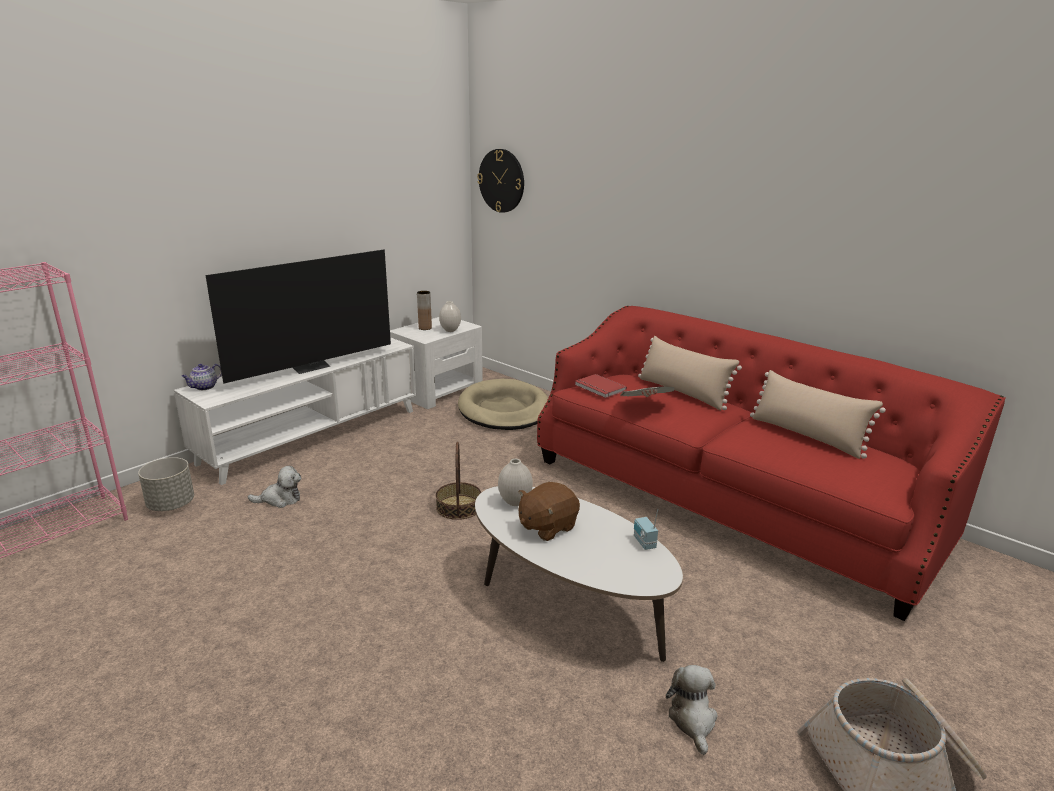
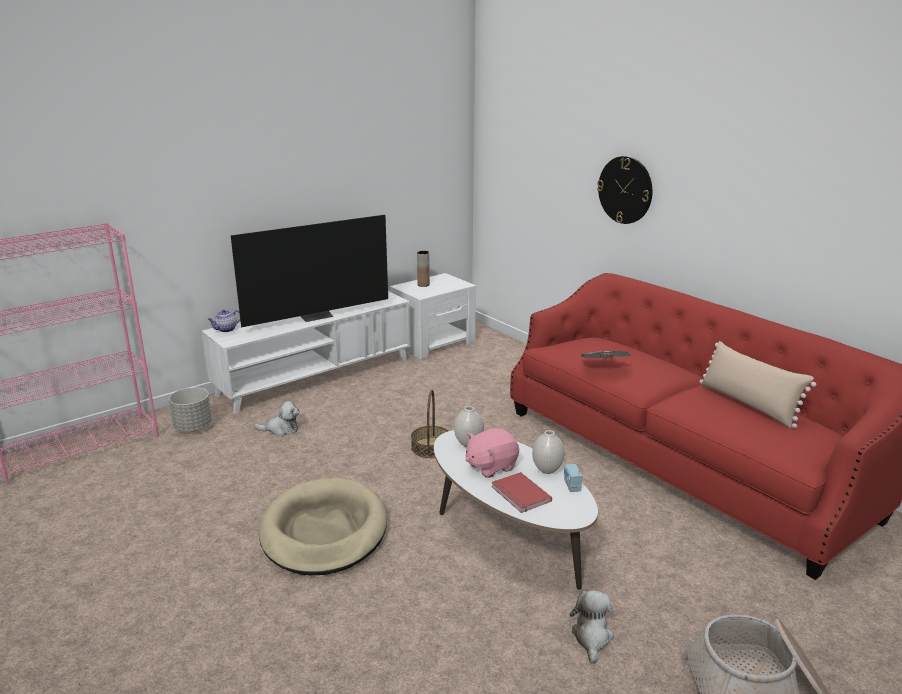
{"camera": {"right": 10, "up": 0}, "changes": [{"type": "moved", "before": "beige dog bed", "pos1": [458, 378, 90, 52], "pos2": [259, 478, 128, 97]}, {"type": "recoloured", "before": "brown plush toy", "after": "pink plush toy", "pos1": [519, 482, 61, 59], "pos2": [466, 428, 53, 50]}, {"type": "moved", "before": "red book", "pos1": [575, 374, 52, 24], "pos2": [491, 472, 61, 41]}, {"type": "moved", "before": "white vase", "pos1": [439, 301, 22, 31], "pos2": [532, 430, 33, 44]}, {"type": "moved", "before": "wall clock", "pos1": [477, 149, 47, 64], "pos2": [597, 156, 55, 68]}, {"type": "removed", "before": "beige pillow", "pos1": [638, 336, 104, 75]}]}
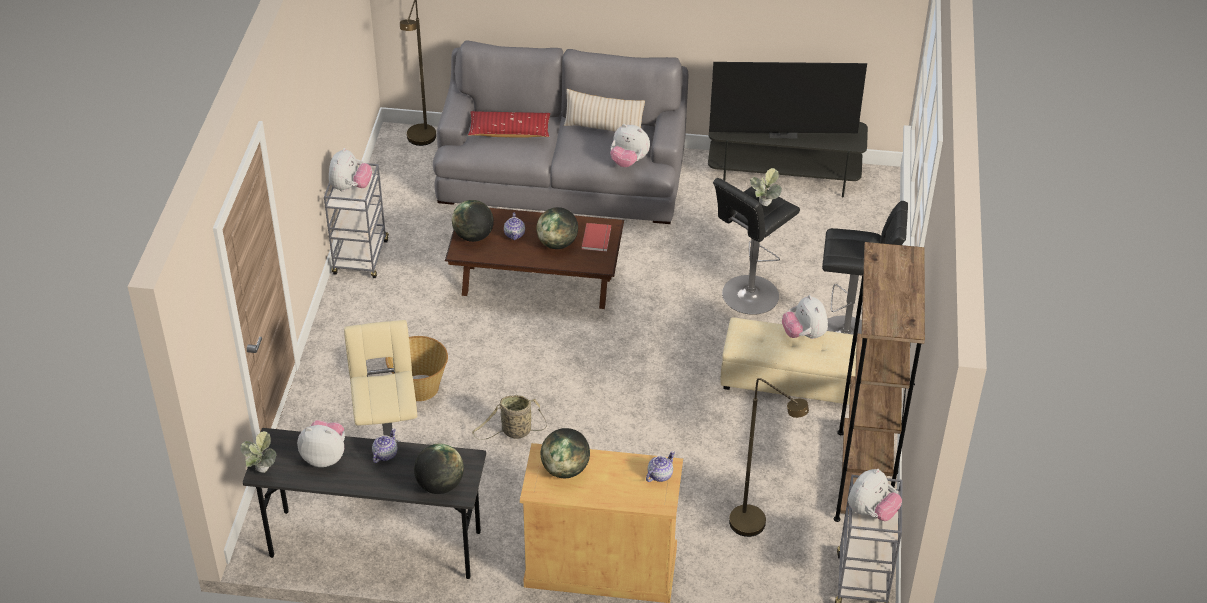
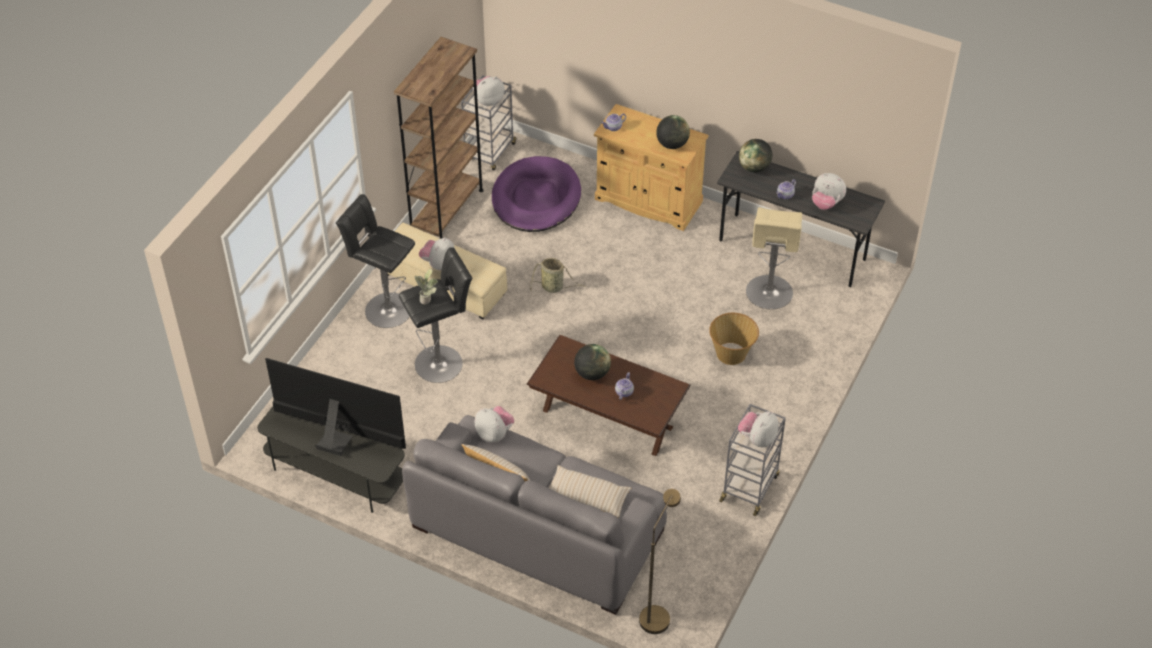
{"camera": {"right": -160, "up": 5}, "changes": [{"type": "turned", "before": "plush toy", "pos1": [782, 295, 46, 44], "pos2": [419, 237, 36, 33], "turn": -150}, {"type": "replaced", "before": "brown floor lamp", "after": "purple dog bed", "pos1": [729, 378, 80, 159], "pos2": [492, 156, 89, 76]}, {"type": "moved", "before": "basket", "pos1": [472, 395, 75, 45], "pos2": [529, 258, 57, 35]}, {"type": "recoloured", "before": "red pillow", "after": "beige pillow", "pos1": [468, 111, 82, 27], "pos2": [549, 465, 82, 53]}, {"type": "removed", "before": "potted plant", "pos1": [240, 431, 36, 42]}, {"type": "removed", "before": "globe", "pos1": [452, 200, 42, 42]}, {"type": "removed", "before": "red book", "pos1": [582, 223, 29, 29]}]}
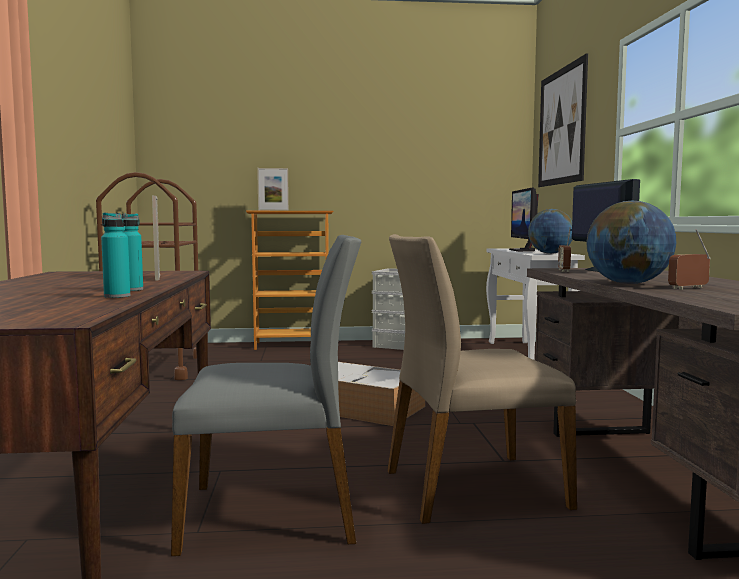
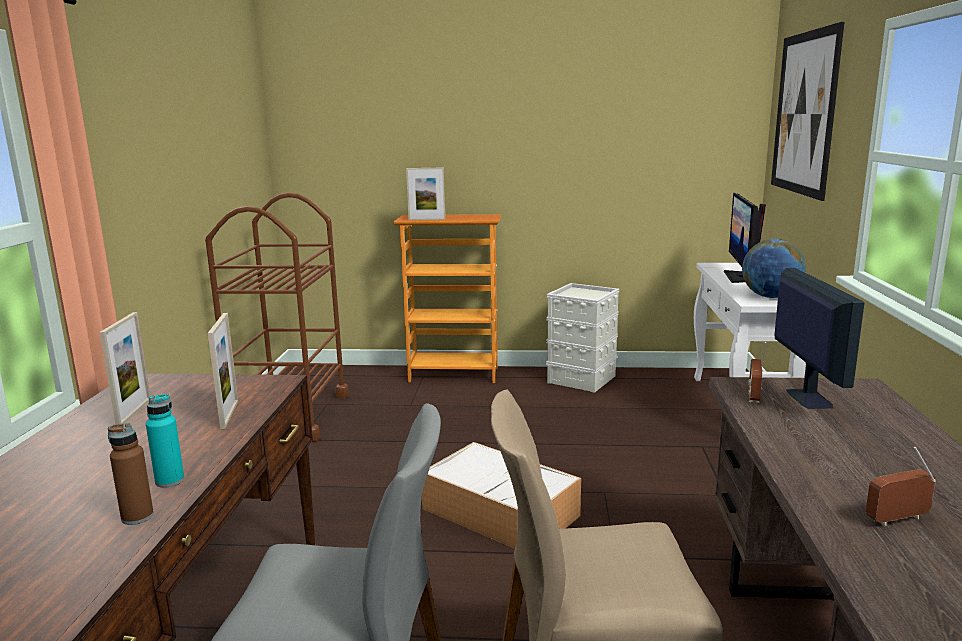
{"camera": {"right": 10, "up": 10}, "changes": [{"type": "added", "after": "picture frame", "pos2": [99, 312, 51, 112]}, {"type": "recoloured", "before": "turquoise bottle", "after": "brown bottle", "pos1": [101, 212, 29, 86], "pos2": [108, 423, 46, 102]}, {"type": "removed", "before": "globe", "pos1": [586, 201, 90, 83]}]}
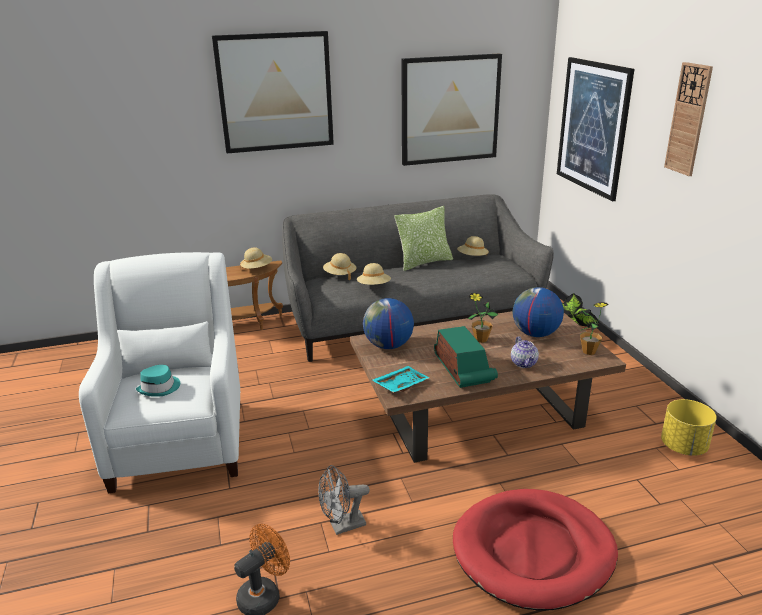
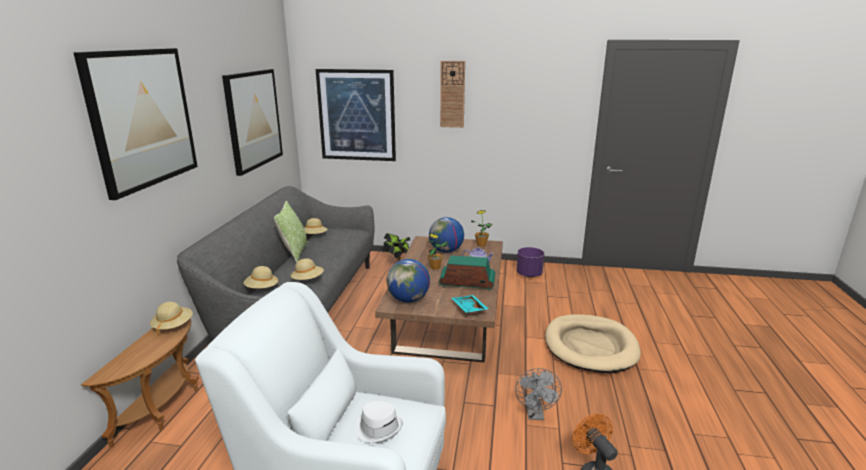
{"camera": {"right": -65, "up": -5}, "changes": [{"type": "recoloured", "before": "turquoise hat", "after": "white hat", "pos1": [136, 365, 44, 32], "pos2": [355, 401, 48, 42]}, {"type": "recoloured", "before": "yellow planter", "after": "purple planter", "pos1": [661, 399, 56, 57], "pos2": [517, 247, 27, 30]}, {"type": "recoloured", "before": "red dog bed", "after": "beige dog bed", "pos1": [453, 489, 165, 122], "pos2": [545, 314, 96, 60]}]}
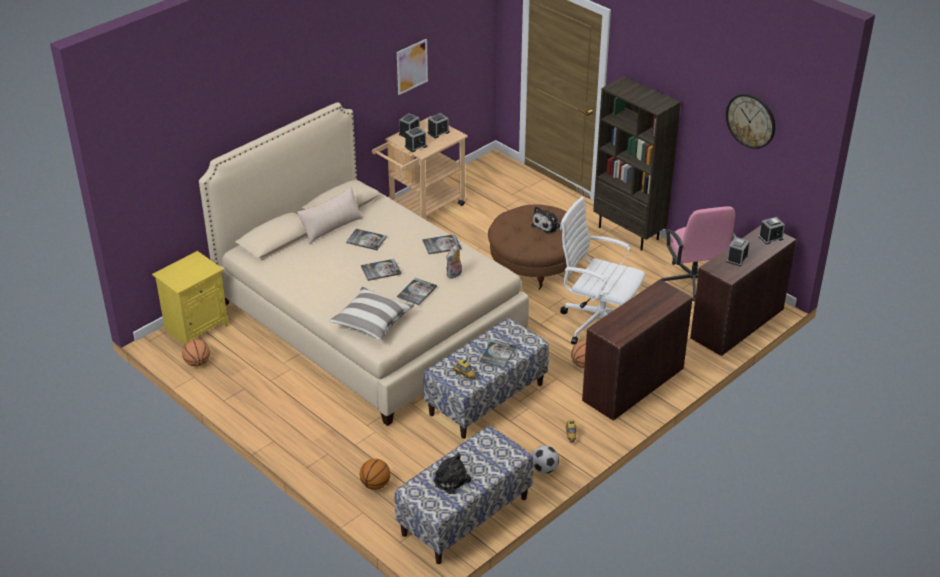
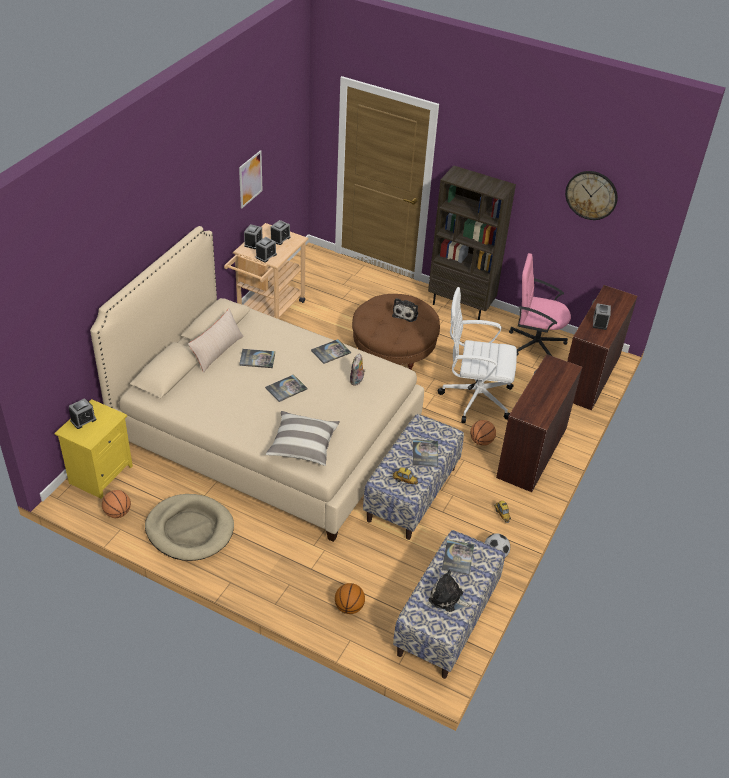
{"camera": {"right": -20, "up": 5}, "changes": [{"type": "moved", "before": "alarm clock", "pos1": [759, 217, 26, 27], "pos2": [69, 398, 28, 31]}, {"type": "added", "after": "beige dog bed", "pos2": [145, 494, 89, 67]}, {"type": "moved", "before": "book", "pos1": [397, 278, 40, 27], "pos2": [442, 539, 32, 36]}, {"type": "turned", "before": "pink office chair", "pos1": [661, 206, 76, 96], "pos2": [509, 253, 62, 103], "turn": 135}]}
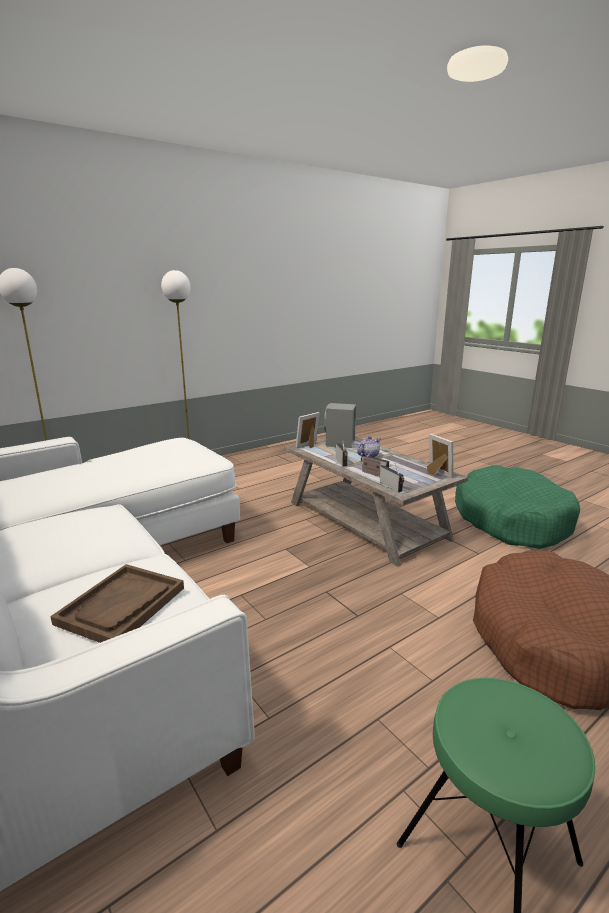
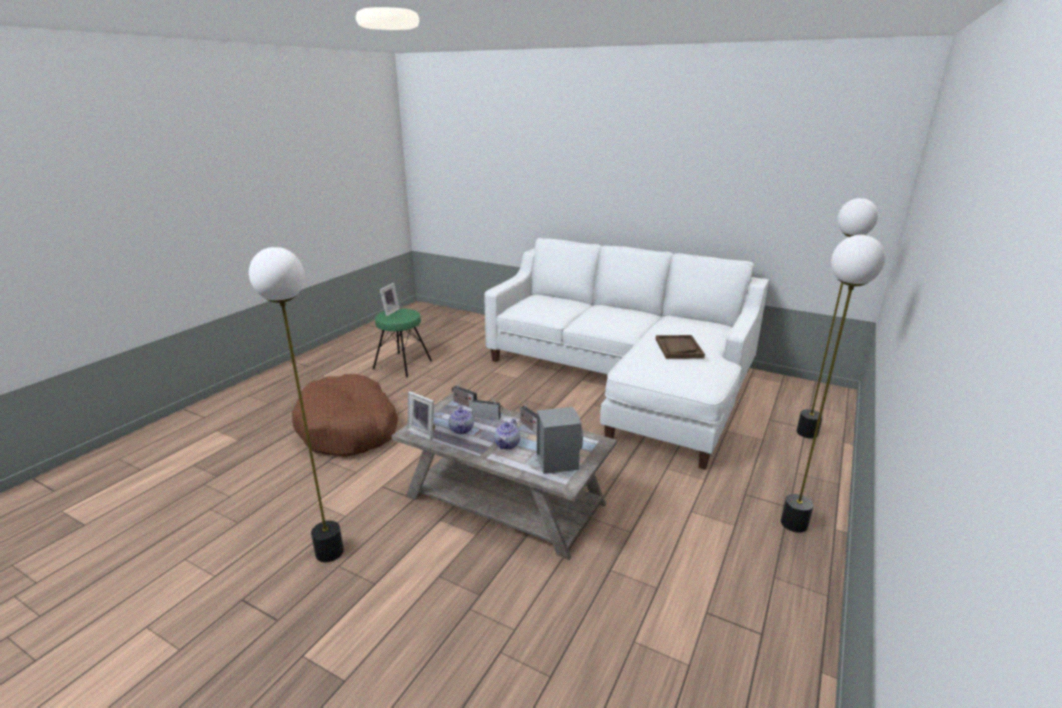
{"camera": {"right": 155, "up": 5}, "changes": [{"type": "replaced", "before": "green dog bed", "after": "floor lamp", "pos1": [455, 465, 125, 84], "pos2": [249, 247, 95, 315]}, {"type": "moved", "before": "picture frame", "pos1": [296, 412, 24, 36], "pos2": [380, 283, 20, 33]}, {"type": "added", "after": "teapot", "pos2": [449, 405, 25, 29]}, {"type": "moved", "before": "brown tray", "pos1": [50, 564, 134, 79], "pos2": [656, 335, 49, 24]}]}
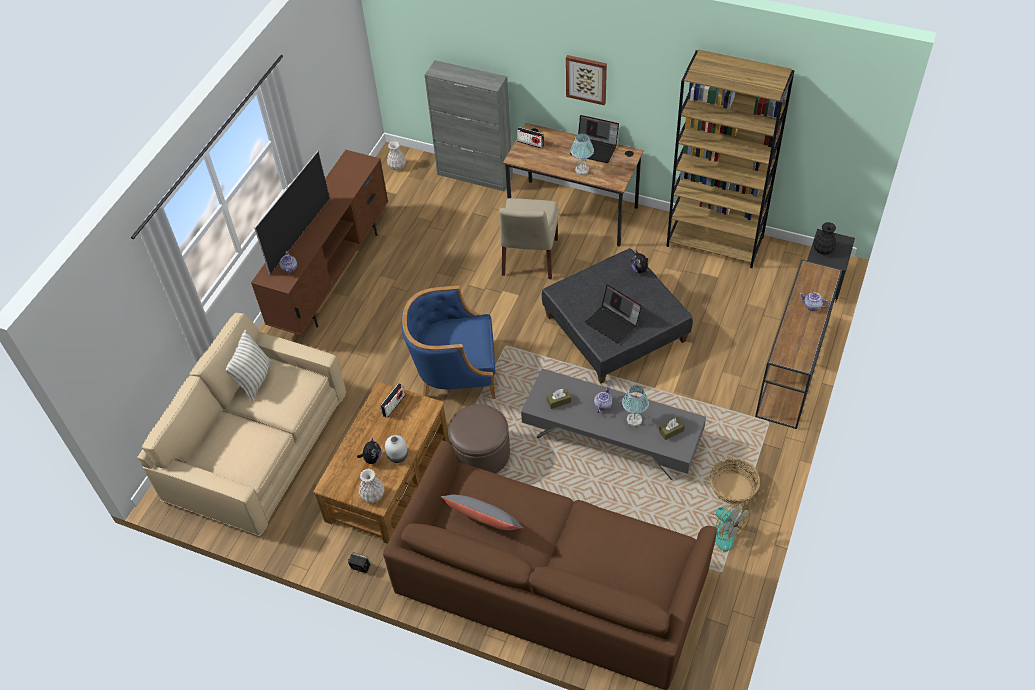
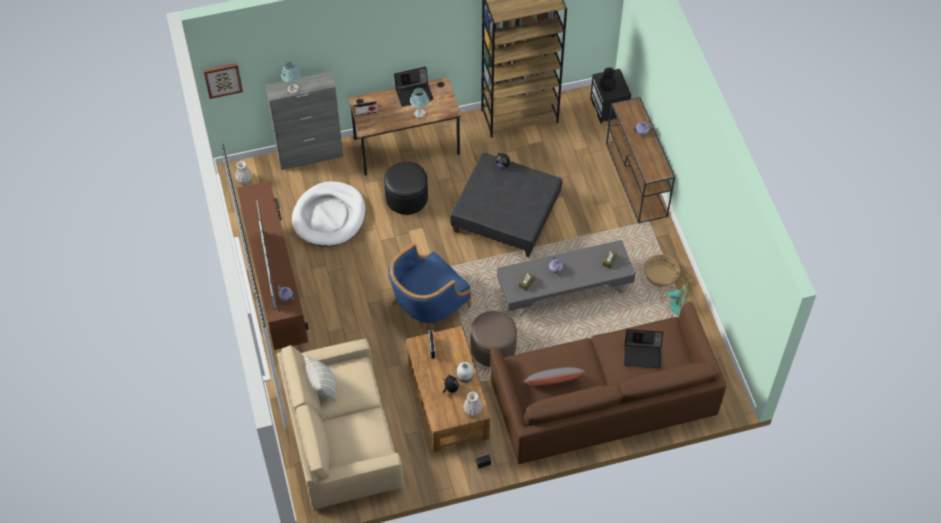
{"camera": {"right": -40, "up": 5}, "changes": [{"type": "moved", "before": "picture", "pos1": [566, 55, 41, 50], "pos2": [203, 63, 40, 36]}, {"type": "moved", "before": "table lamp", "pos1": [622, 386, 27, 41], "pos2": [281, 62, 20, 32]}, {"type": "added", "after": "white dog bed", "pos2": [292, 181, 73, 65]}, {"type": "replaced", "before": "beige chair", "after": "black ottoman", "pos1": [499, 198, 60, 81], "pos2": [384, 162, 44, 53]}, {"type": "moved", "before": "laptop", "pos1": [585, 285, 57, 59], "pos2": [624, 329, 39, 39]}]}
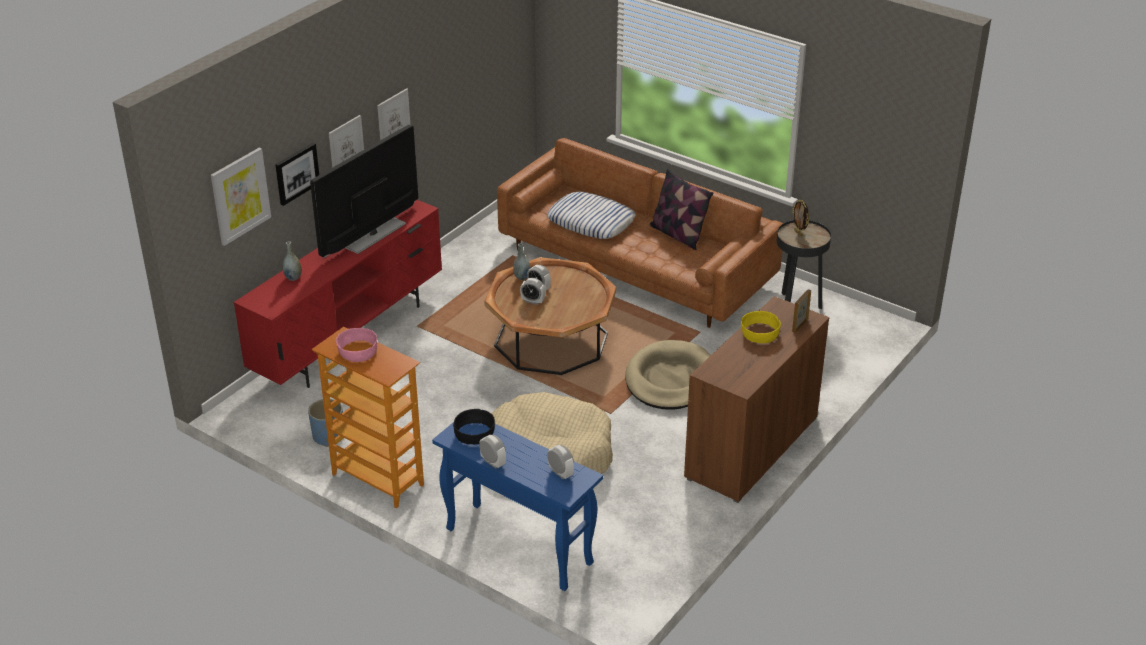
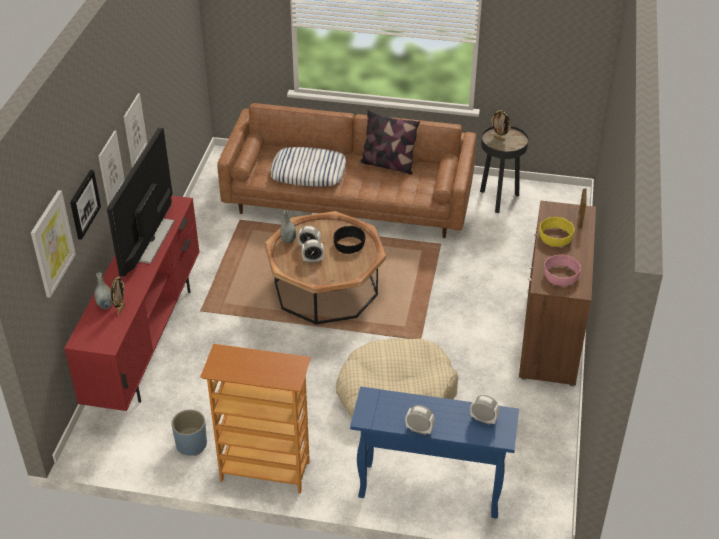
{"camera": {"right": -25, "up": 5}, "changes": [{"type": "added", "after": "picture frame", "pos2": [111, 277, 14, 37]}, {"type": "moved", "before": "black bowl", "pos1": [453, 409, 42, 35], "pos2": [334, 226, 31, 28]}, {"type": "moved", "before": "pink bowl", "pos1": [336, 328, 41, 34], "pos2": [544, 254, 37, 32]}, {"type": "removed", "before": "beige dog bed", "pos1": [625, 340, 86, 69]}]}
